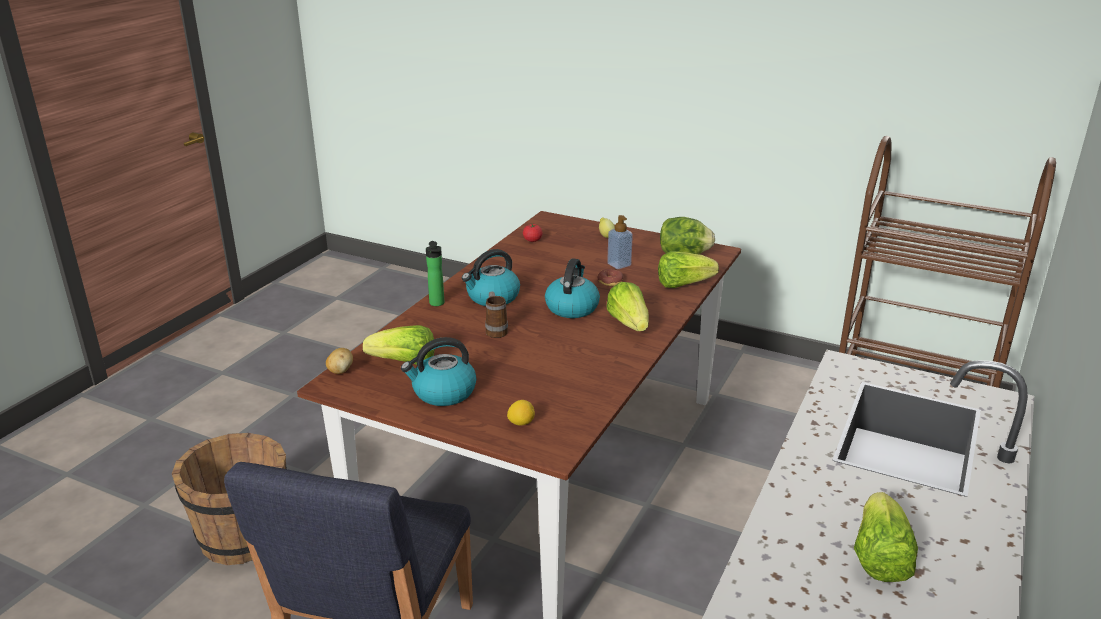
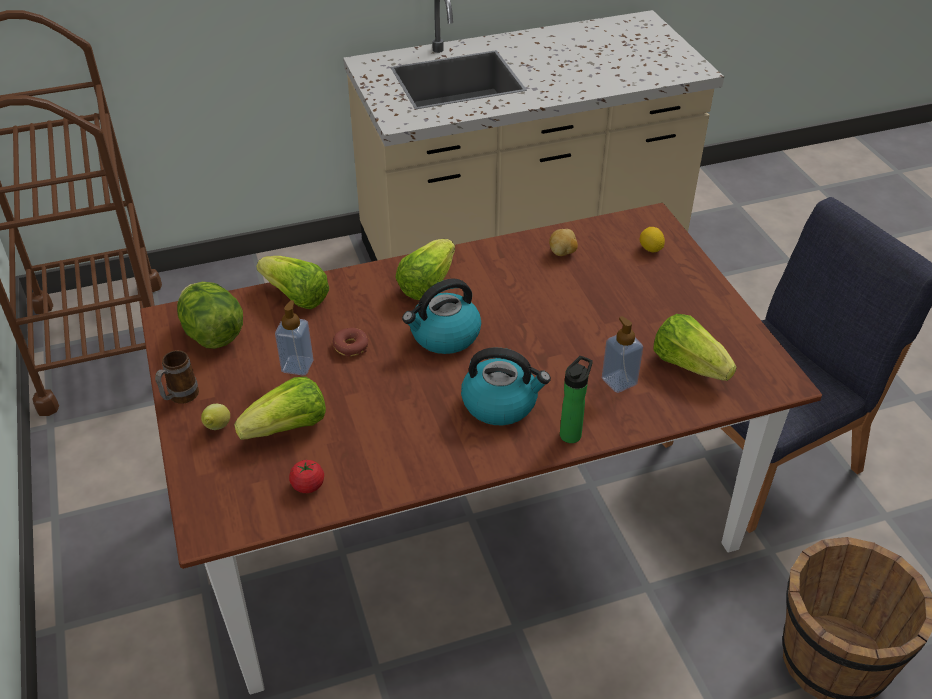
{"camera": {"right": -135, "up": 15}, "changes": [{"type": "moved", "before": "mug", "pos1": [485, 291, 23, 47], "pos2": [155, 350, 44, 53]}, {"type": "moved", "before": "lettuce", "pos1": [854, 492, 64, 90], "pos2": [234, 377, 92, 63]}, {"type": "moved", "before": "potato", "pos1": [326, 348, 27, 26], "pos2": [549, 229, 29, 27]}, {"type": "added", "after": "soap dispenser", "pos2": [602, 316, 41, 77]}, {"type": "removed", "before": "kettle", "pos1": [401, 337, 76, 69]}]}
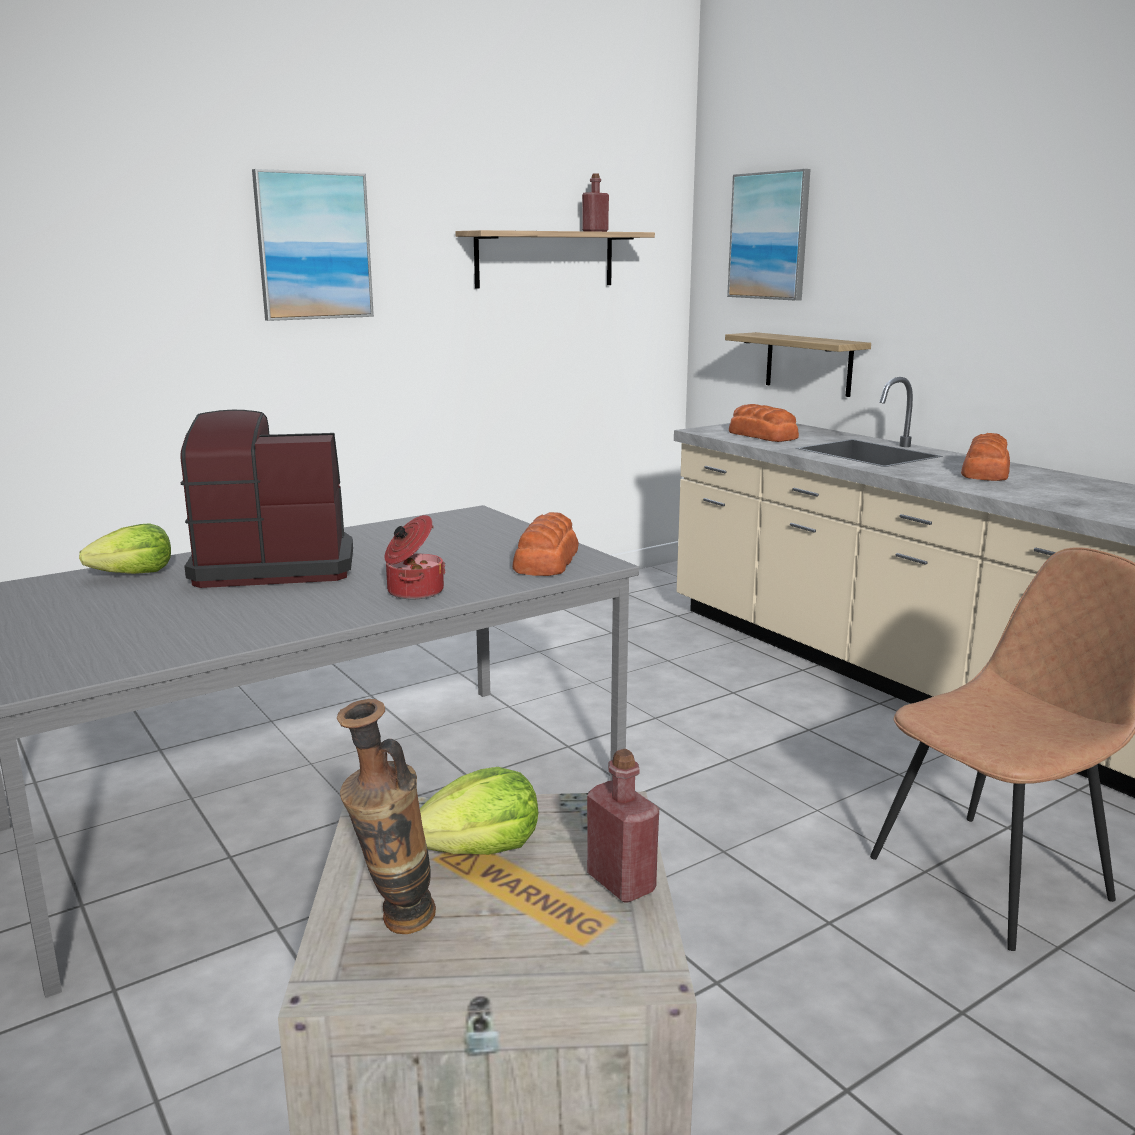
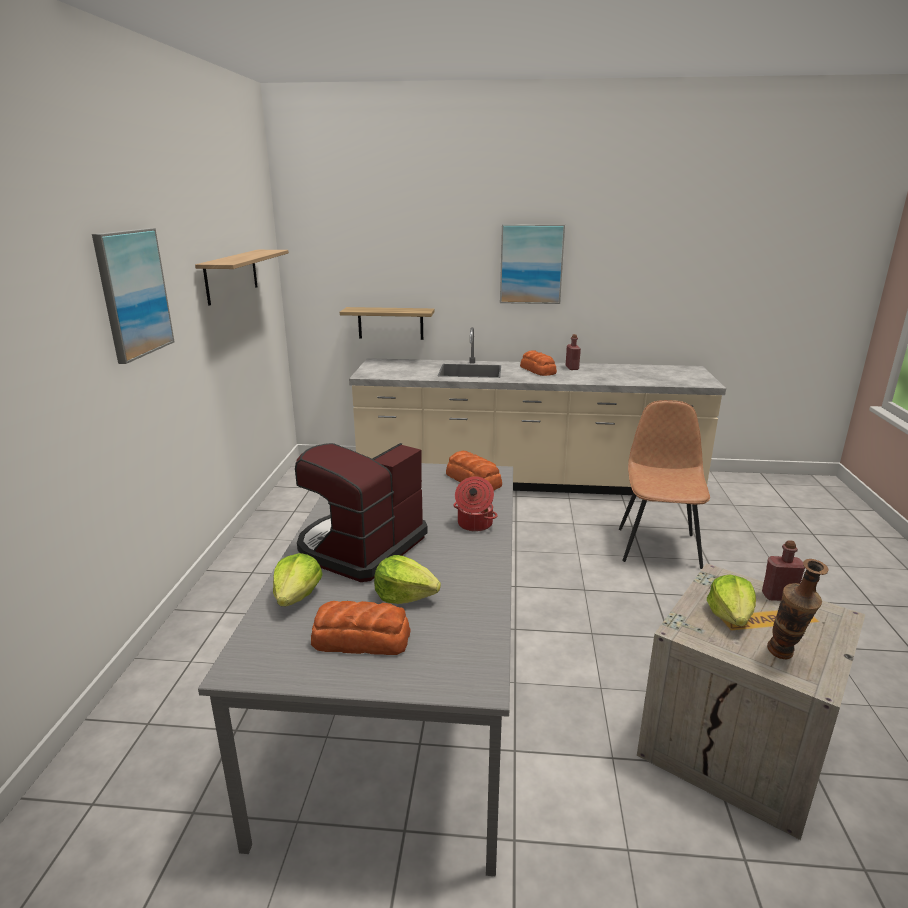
{"camera": {"right": -50, "up": 5}, "changes": [{"type": "moved", "before": "bread", "pos1": [729, 404, 70, 38], "pos2": [311, 601, 100, 54]}, {"type": "added", "after": "lettuce", "pos2": [374, 555, 67, 49]}, {"type": "moved", "before": "picture", "pos1": [727, 169, 83, 132], "pos2": [500, 224, 65, 80]}, {"type": "moved", "before": "red bottle", "pos1": [582, 173, 27, 59], "pos2": [565, 334, 16, 36]}]}
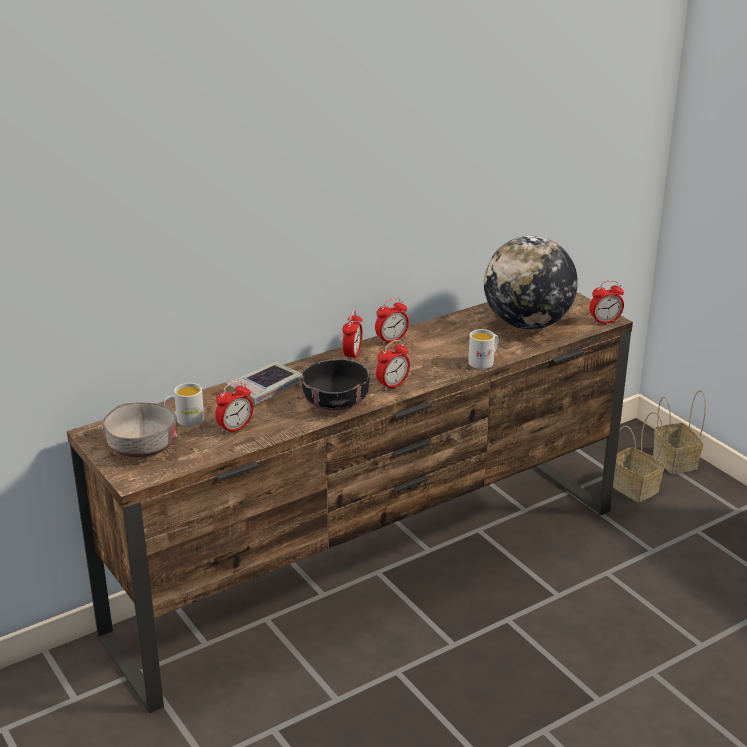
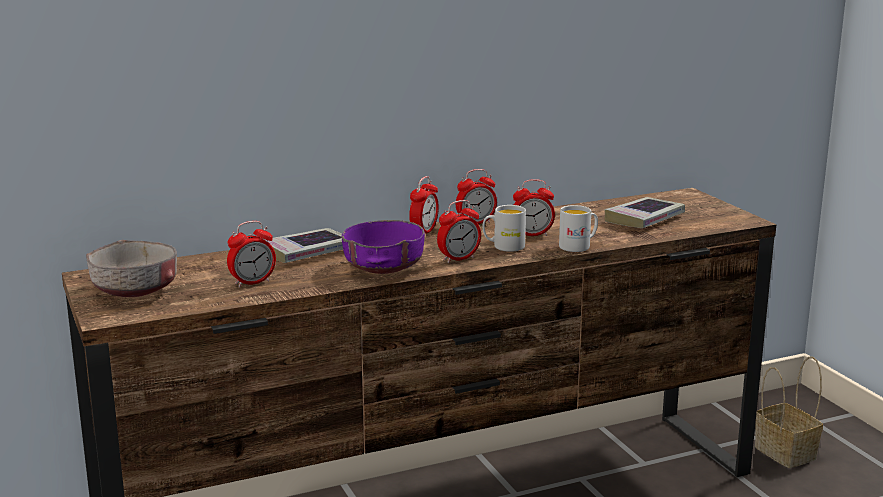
{"camera": {"right": 10, "up": -10}, "changes": [{"type": "recoloured", "before": "black bowl", "after": "purple bowl", "pos1": [301, 359, 69, 52], "pos2": [342, 220, 83, 54]}, {"type": "moved", "before": "white mug", "pos1": [164, 383, 40, 43], "pos2": [483, 205, 43, 47]}, {"type": "moved", "before": "alarm clock", "pos1": [590, 280, 34, 45], "pos2": [513, 179, 42, 57]}, {"type": "replaced", "before": "globe", "after": "book", "pos1": [484, 236, 94, 94], "pos2": [605, 197, 80, 31]}, {"type": "removed", "before": "basket", "pos1": [653, 390, 53, 84]}]}
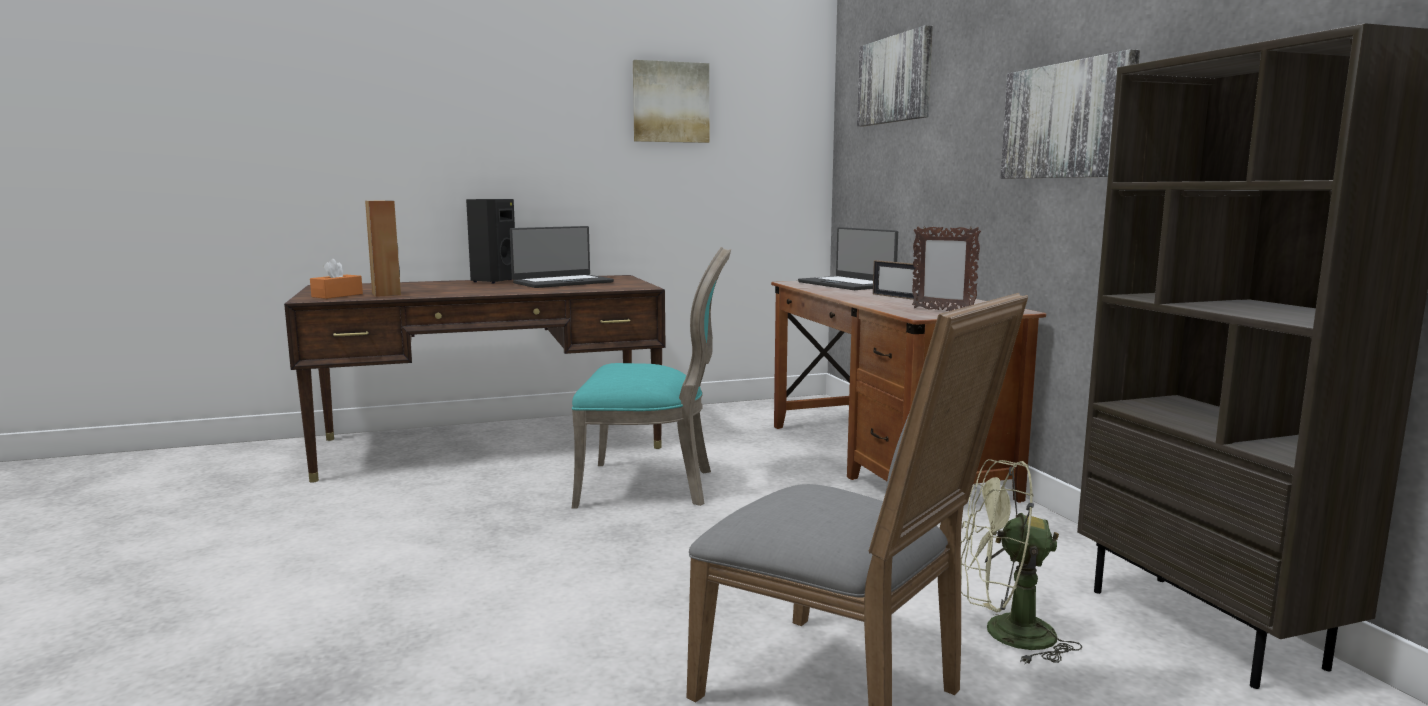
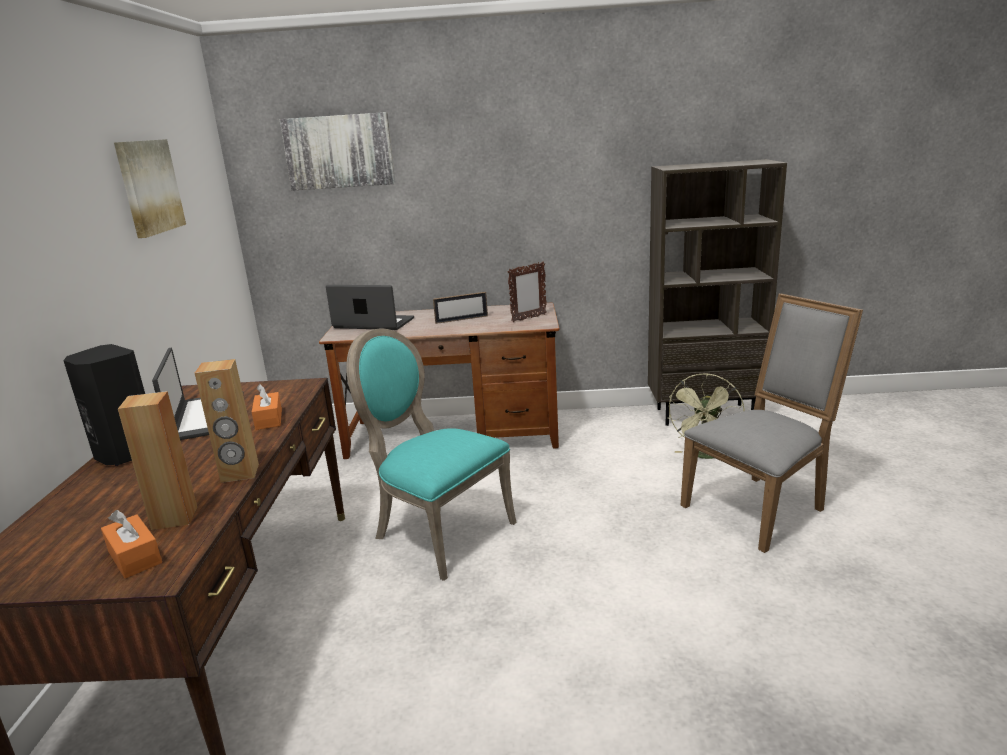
{"camera": {"right": -70, "up": 10}, "changes": [{"type": "added", "after": "brown speaker", "pos2": [195, 359, 64, 124]}, {"type": "added", "after": "orange tissue box", "pos2": [252, 384, 30, 46]}, {"type": "turned", "before": "laptop", "pos1": [798, 227, 100, 63], "pos2": [326, 285, 88, 45], "turn": -150}, {"type": "turned", "before": "turquoise chair", "pos1": [572, 247, 159, 262], "pos2": [346, 328, 171, 253], "turn": -75}, {"type": "removed", "before": "picture", "pos1": [1000, 49, 140, 130]}]}
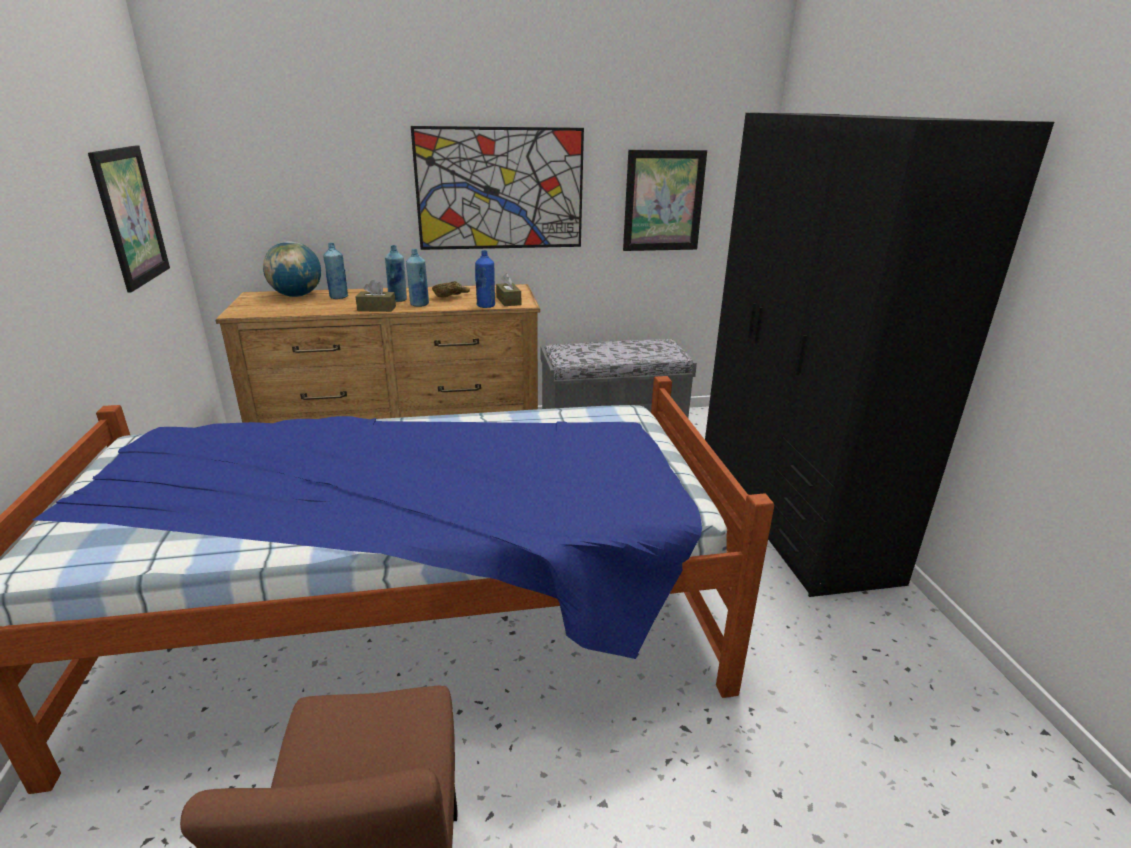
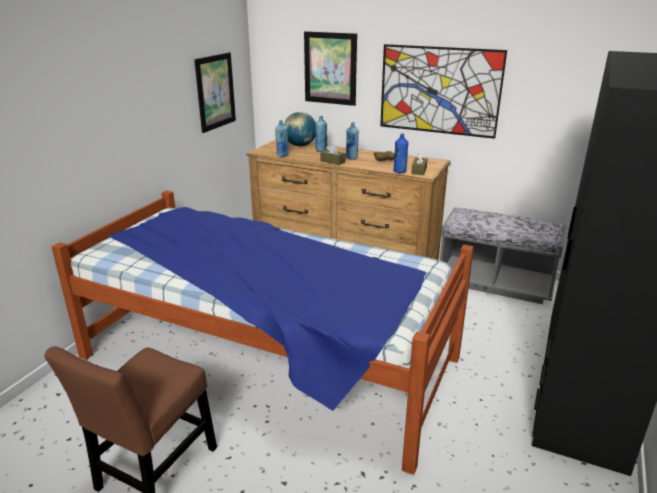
{"camera": {"right": 35, "up": 0}, "changes": [{"type": "moved", "before": "blue bottle", "pos1": [406, 249, 23, 58], "pos2": [275, 120, 14, 37]}, {"type": "moved", "before": "picture", "pos1": [623, 150, 84, 101], "pos2": [304, 31, 53, 75]}]}
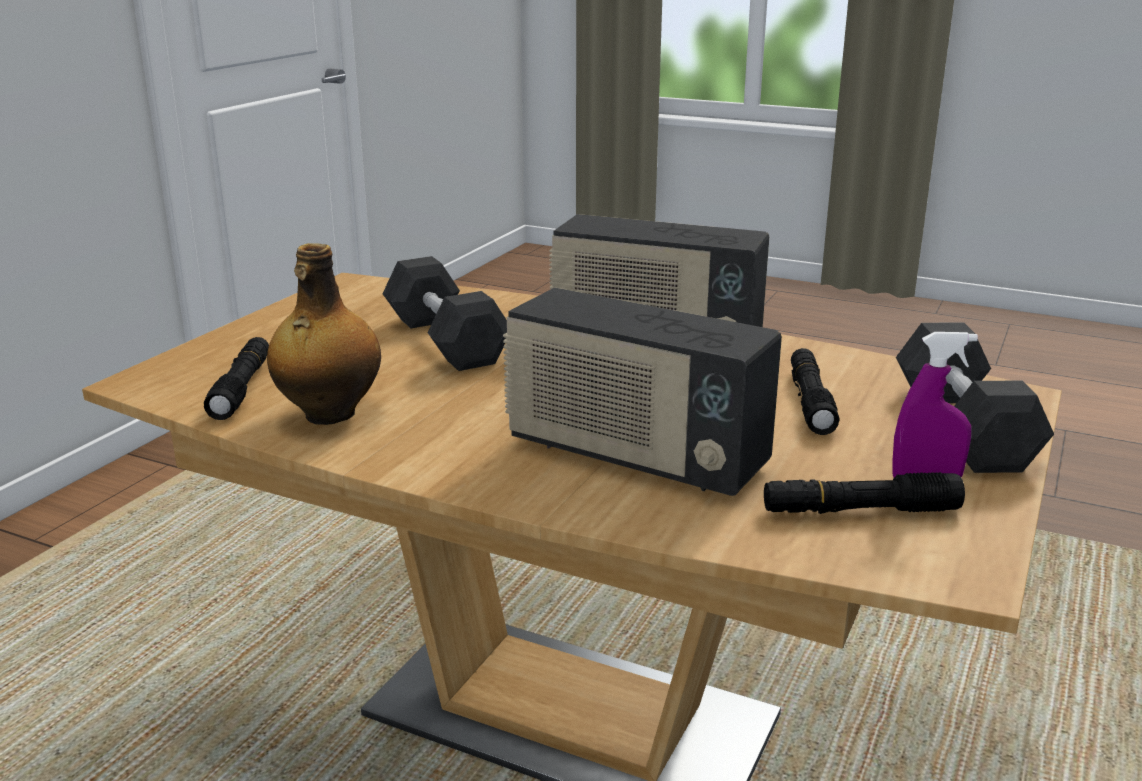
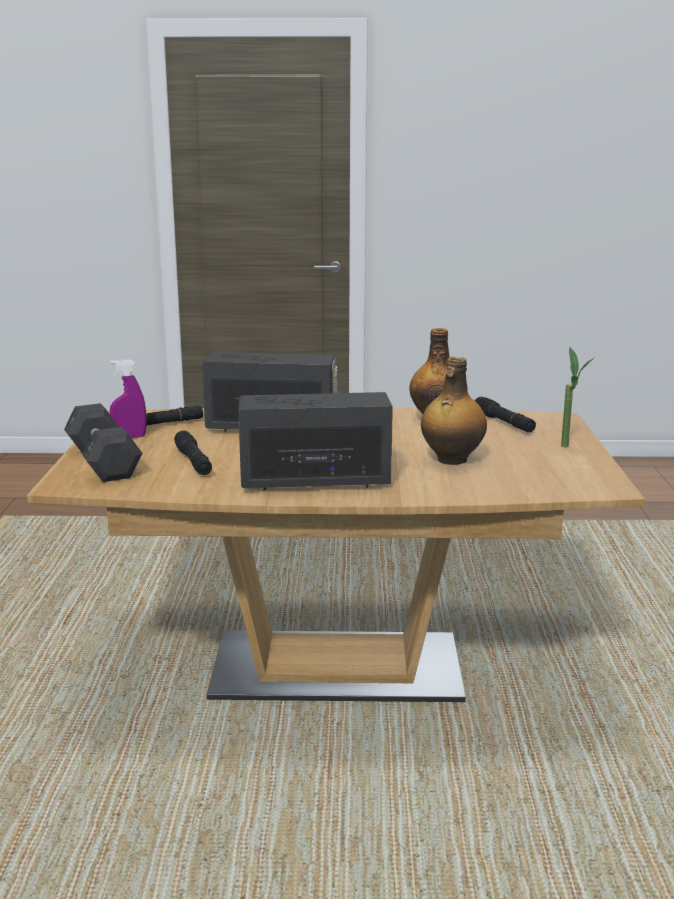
{"camera": {"right": 155, "up": -5}, "changes": [{"type": "replaced", "before": "grey dumbbell", "after": "bottle", "pos1": [383, 256, 124, 115], "pos2": [421, 357, 66, 108]}, {"type": "added", "after": "potted plant", "pos2": [561, 347, 34, 101]}]}
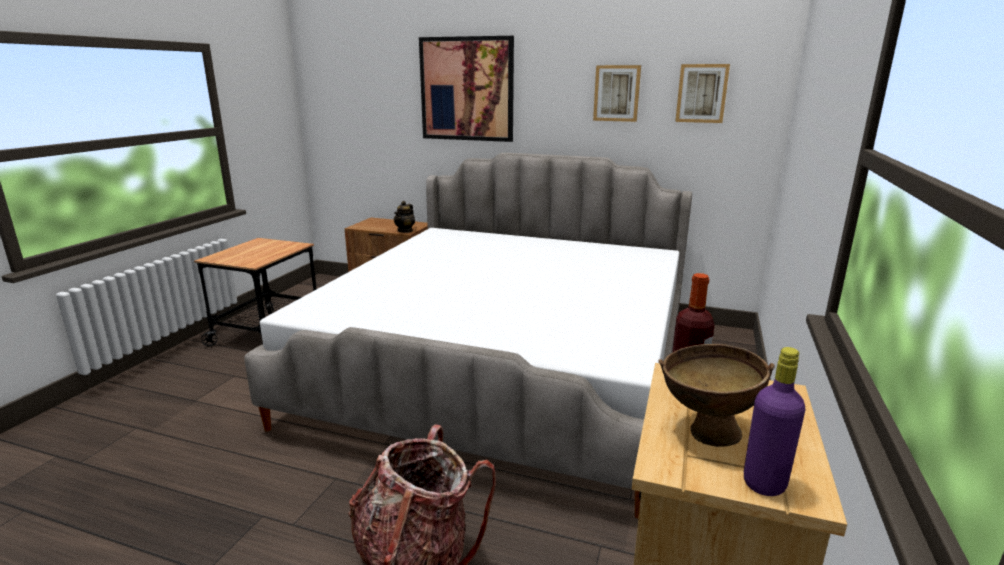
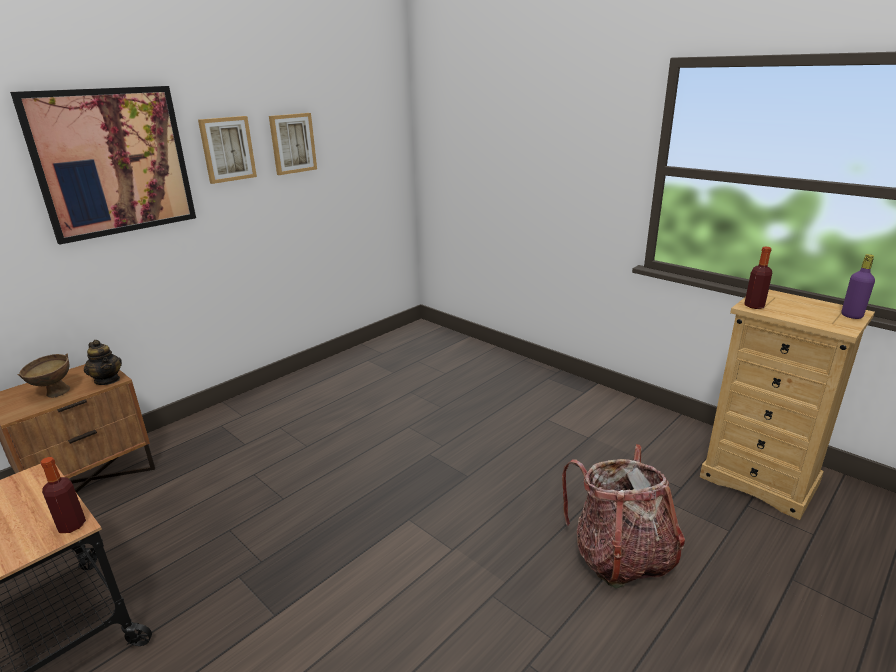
{"camera": {"right": -65, "up": 5}, "changes": [{"type": "moved", "before": "brown bowl", "pos1": [658, 344, 117, 103], "pos2": [18, 354, 52, 44]}, {"type": "added", "after": "bottle", "pos2": [41, 457, 45, 76]}, {"type": "moved", "before": "picture", "pos1": [675, 64, 55, 59], "pos2": [198, 116, 59, 68]}, {"type": "removed", "before": "bed", "pos1": [244, 153, 448, 366]}]}
